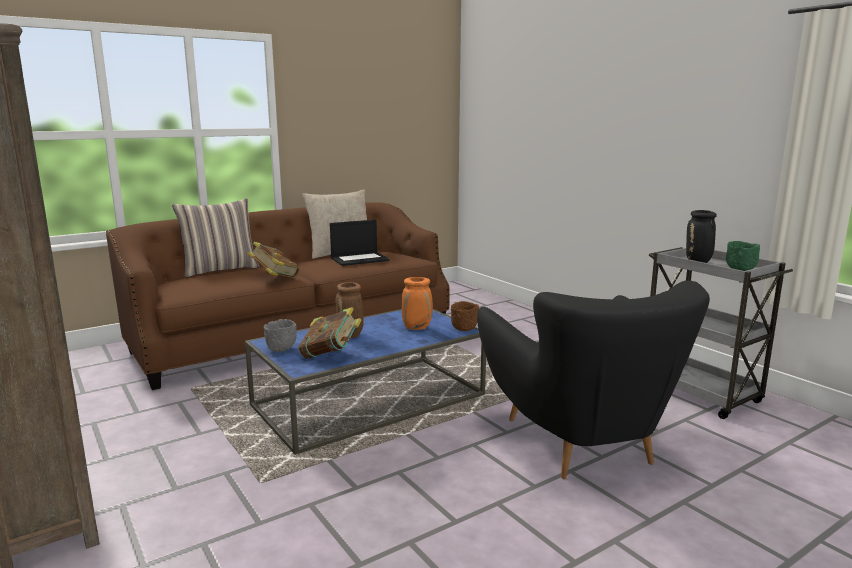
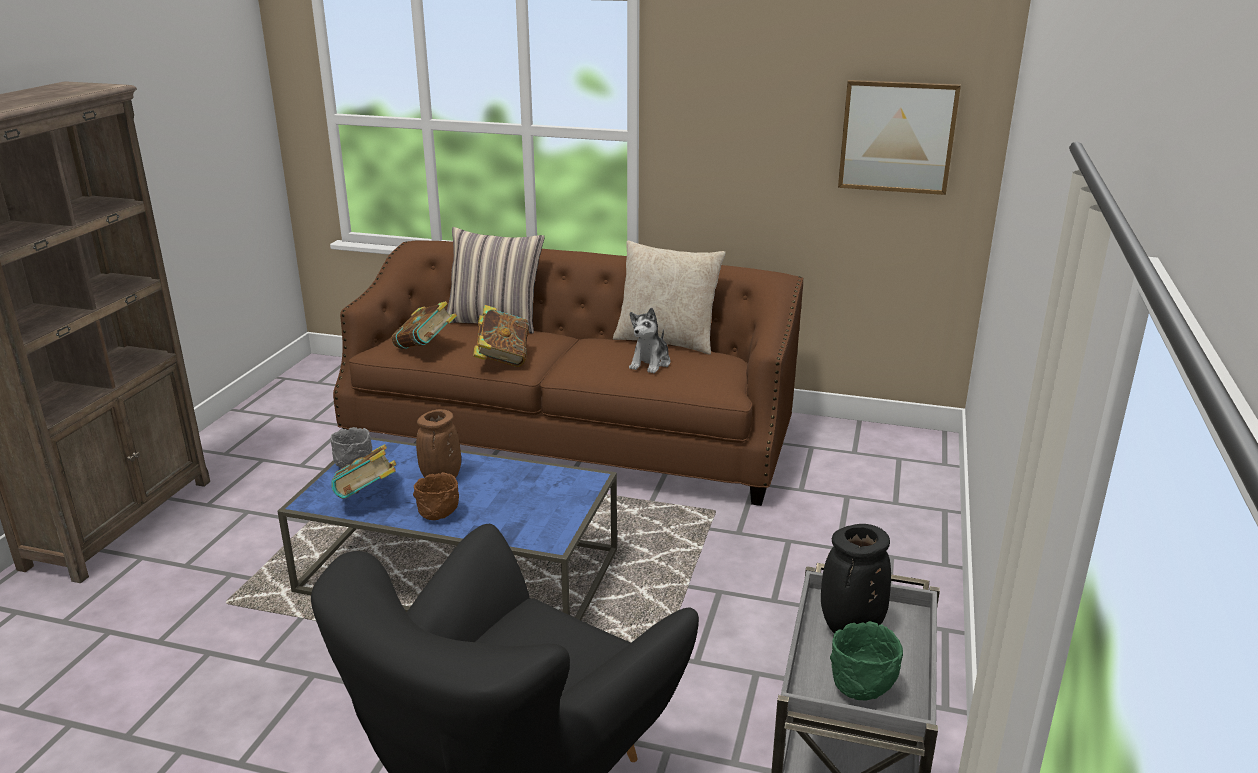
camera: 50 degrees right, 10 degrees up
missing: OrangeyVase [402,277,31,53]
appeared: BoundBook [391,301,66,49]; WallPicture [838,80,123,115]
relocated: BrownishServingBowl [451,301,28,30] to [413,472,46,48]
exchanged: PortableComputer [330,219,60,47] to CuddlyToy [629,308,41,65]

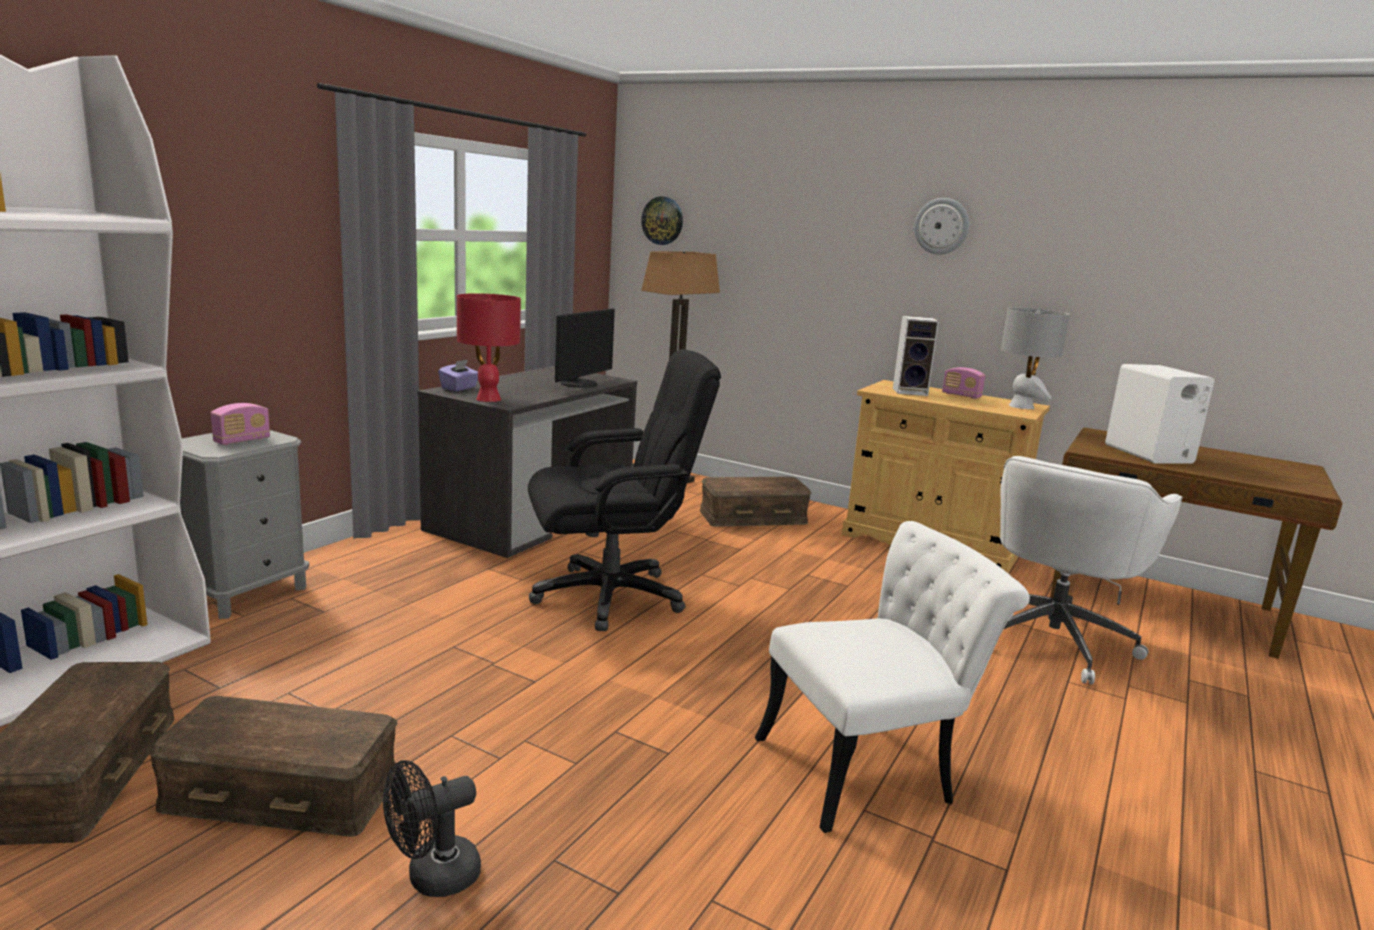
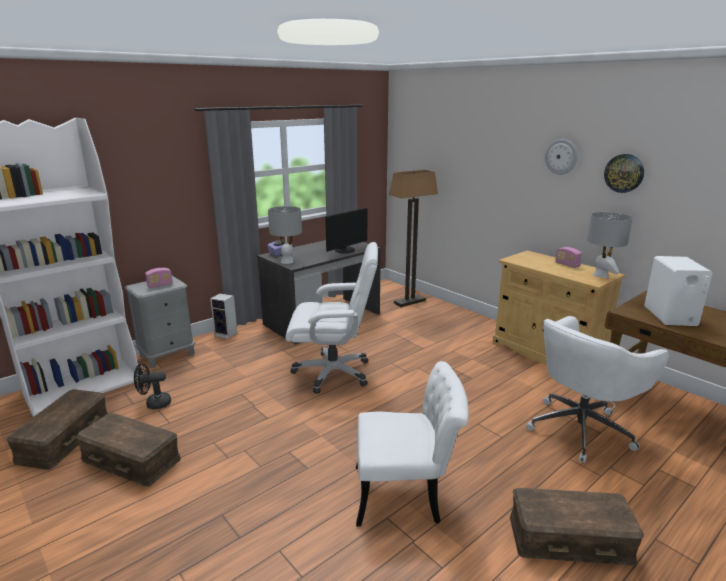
camera: 20 degrees right, 5 degrees up
relocated: BlackCoolingFan [383,760,98,137] to [134,363,37,47]; Loudspeaker [893,316,46,80] to [210,293,27,46]; BrownishStorageBox [700,477,111,50] to [510,488,134,78]; HangingClock [641,196,42,49] to [604,154,40,39]
colour: RedTableLamp [457,293,64,109] to GreyTableLamp [268,206,34,58]; BlackComputerChair [528,349,193,282] to WhitishComputerChair [286,242,92,152]

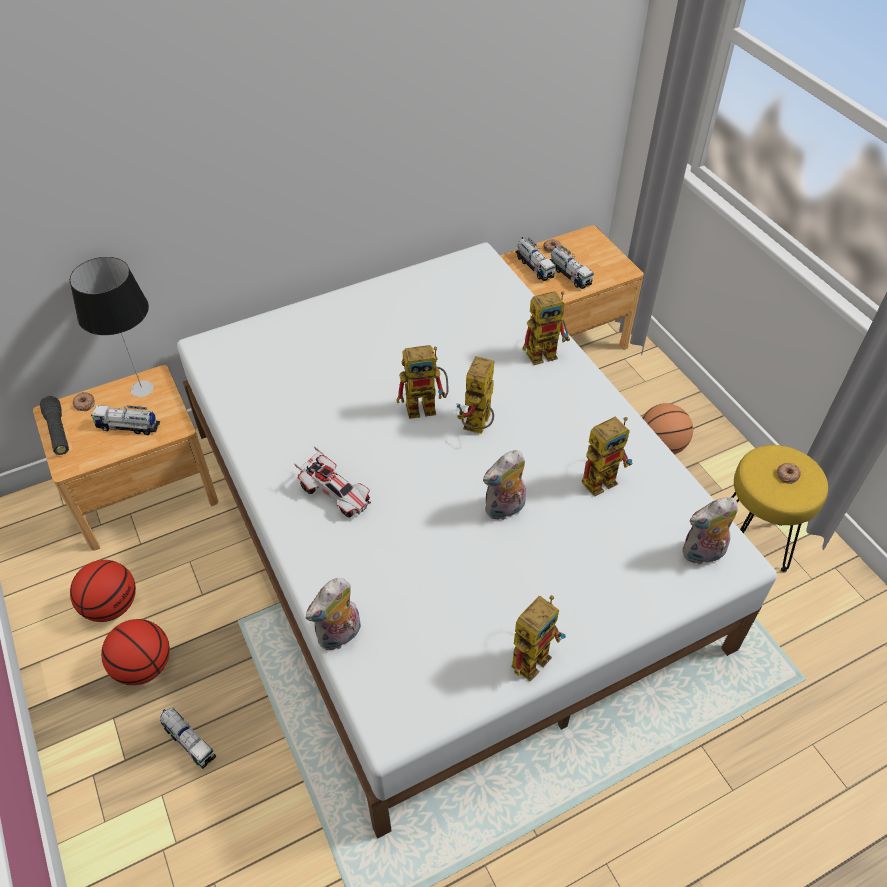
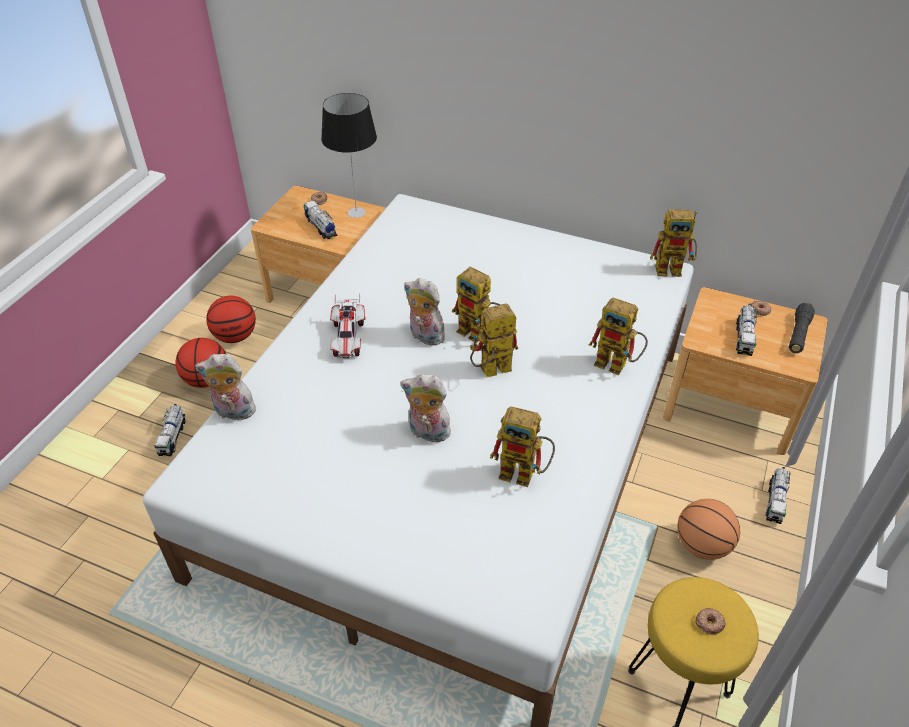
camera: 50 degrees right, 5 degrees down
relocated: CuddlyToy [682,497,56,67] to [404,278,41,68]; RobotFigure [511,595,55,87] to [650,210,48,67]; ToyTruck [515,236,41,45] to [765,467,26,57]; BlackTorch [40,396,29,59] to [789,303,26,50]

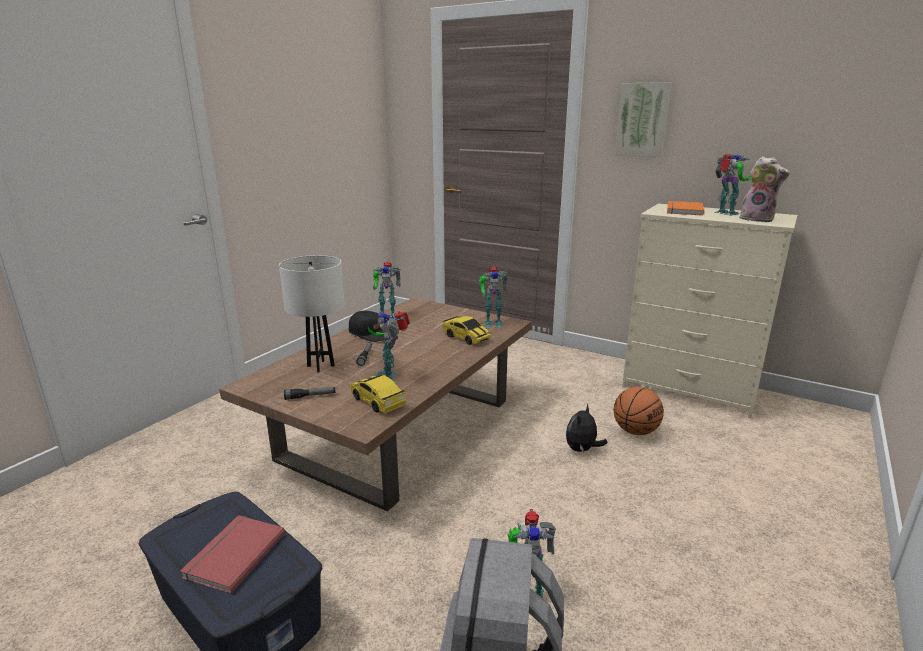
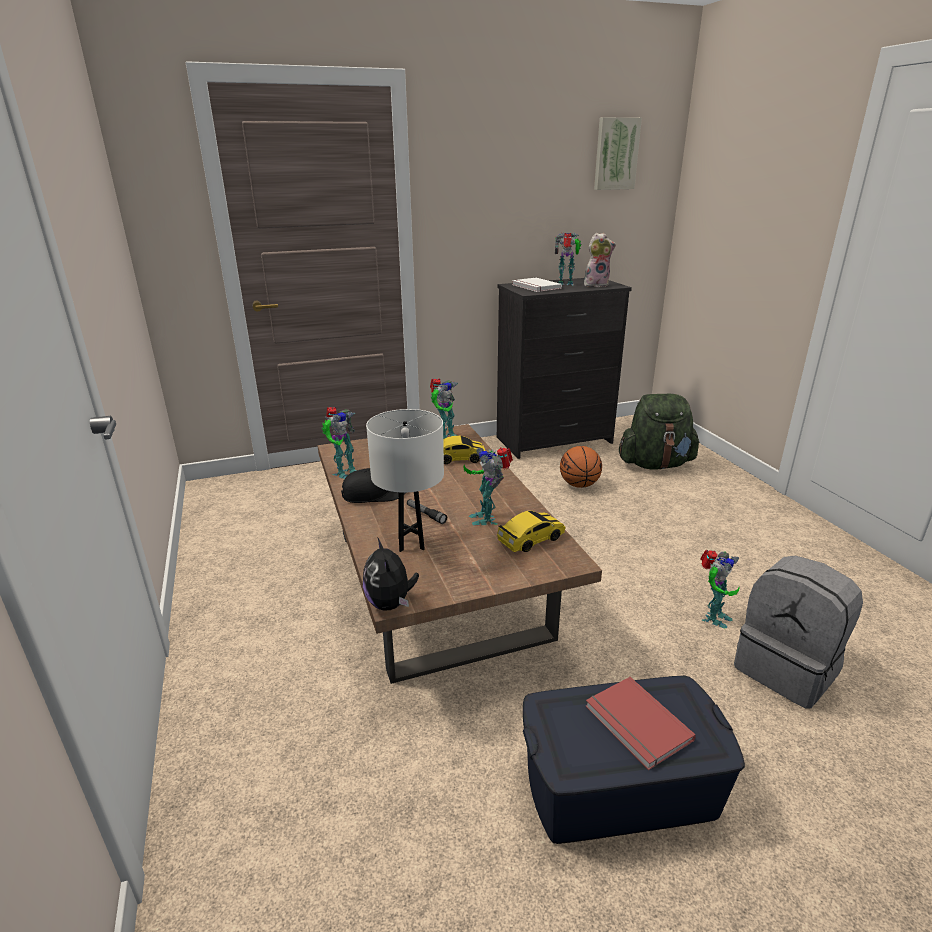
camera: 50 degrees left, 5 degrees up
missing: Torch [284,387,51,13]
appeared: GreenishKnapsack [619,394,81,76]
relocated: CuddlyToy [566,403,42,50] to [363,537,56,74]; WallPicture [615,82,57,75] to [594,117,48,73]
colour: BeigeColouredChestOfDrawers [622,204,175,214] to BlackChestOfDrawers [497,278,135,181]; OrangeyBoundBook [667,201,37,15] to WhitishBoundBook [512,278,50,14]
spun: RobotFigure [368,311,42,71] = [463,447,50,79] 45 degrees clockwise; ModelCar [350,374,56,39] = [497,510,68,43] 150 degrees clockwise

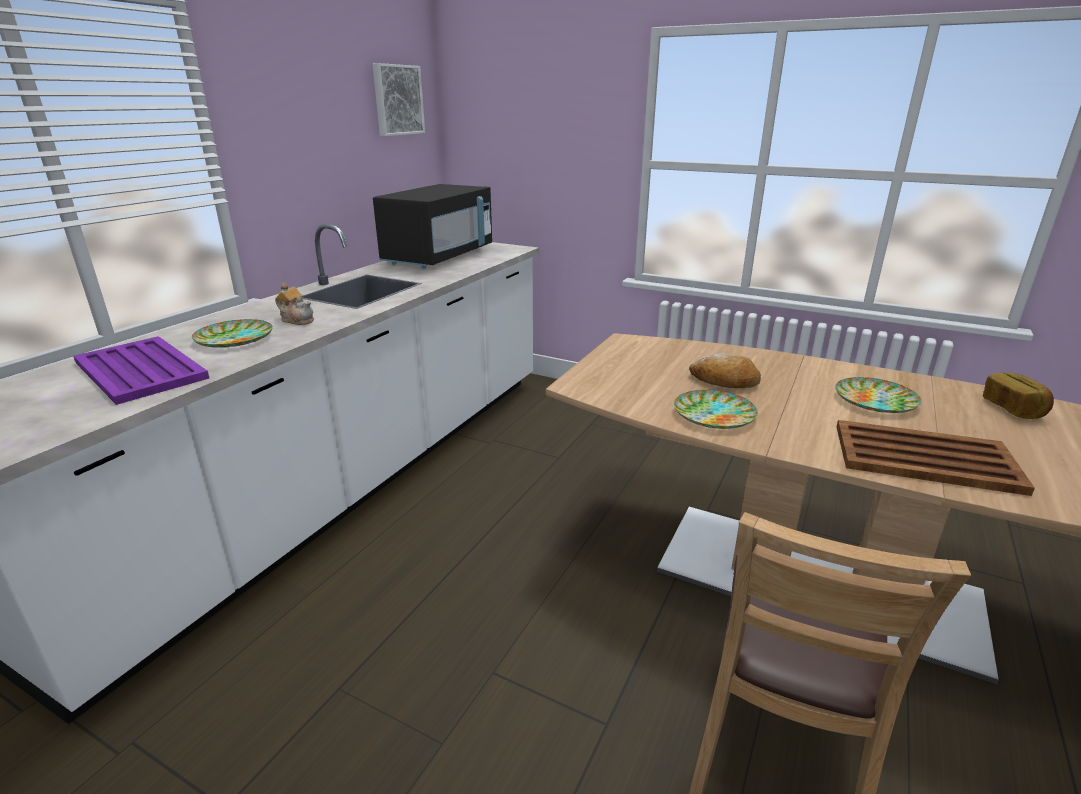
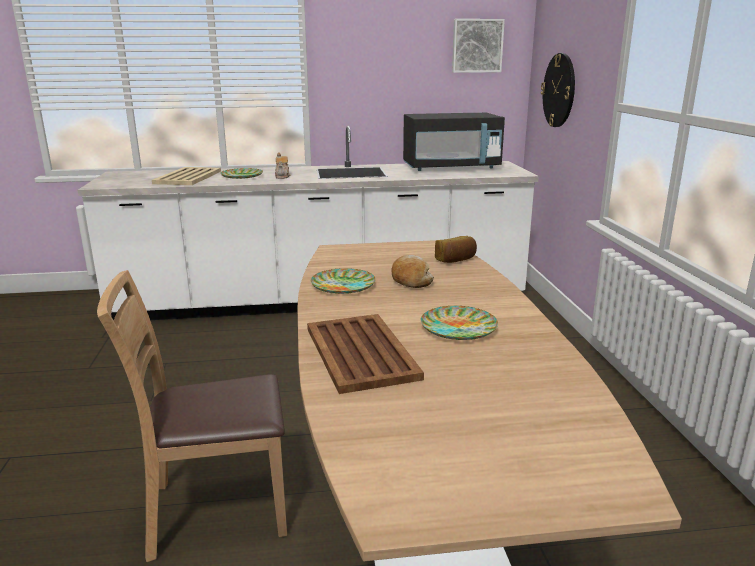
camera: 55 degrees right, 5 degrees down
appeared: HangingClock [541,53,34,74]
relocated: BakeryBread [983,372,71,47] to [435,236,42,27]
colour: PurpleCarryingTray [73,336,136,69] to BeigeColouredCarryingTray [152,167,69,18]

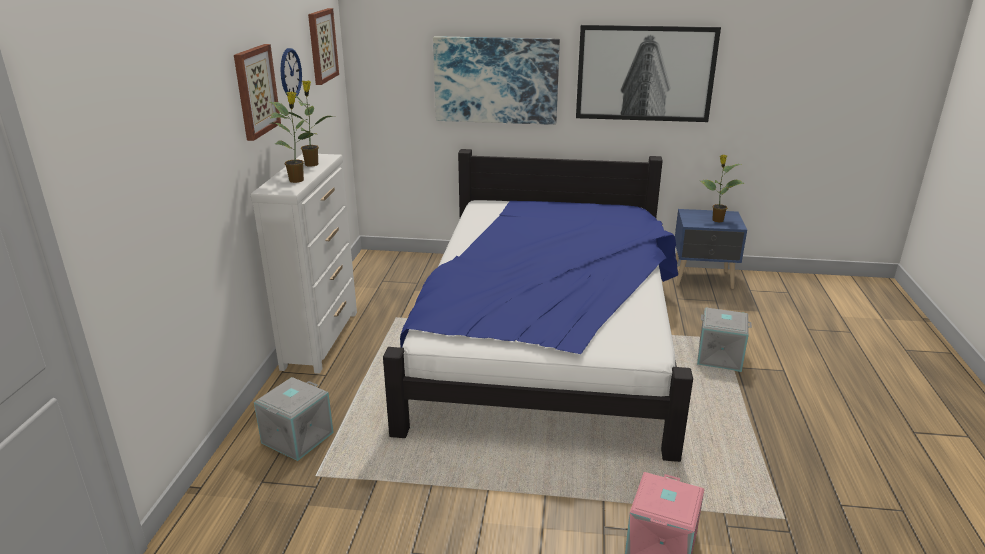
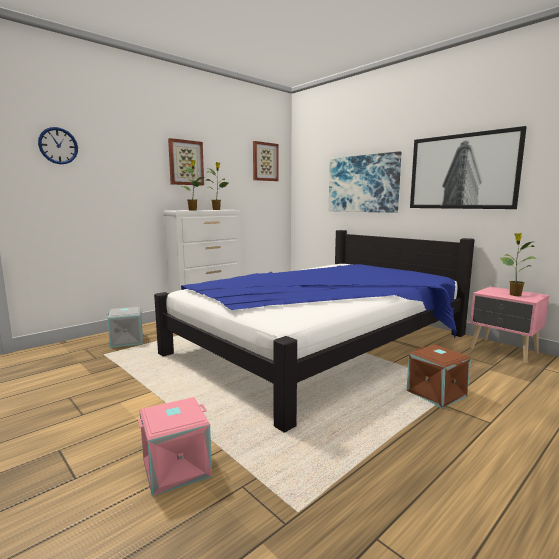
camera: 40 degrees right, 15 degrees down
relocated: HangingClock [280,48,22,50] to [38,127,40,37]
colour: GreyStorageBox [697,307,55,65] to BrownishStorageBox [407,345,64,63]; BlueNightTable [675,209,72,80] to PinkishNightTable [470,286,79,77]

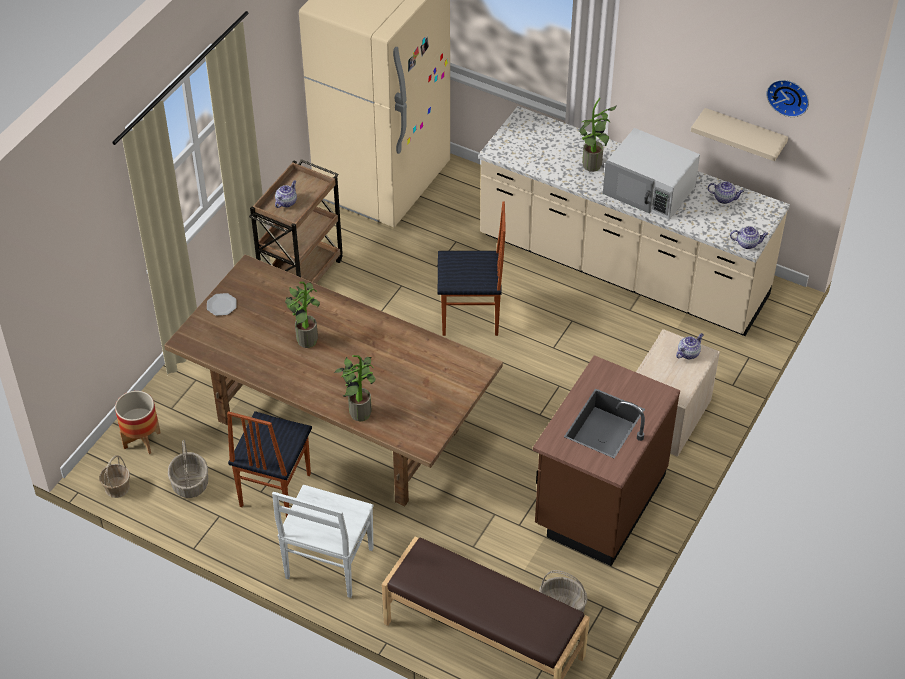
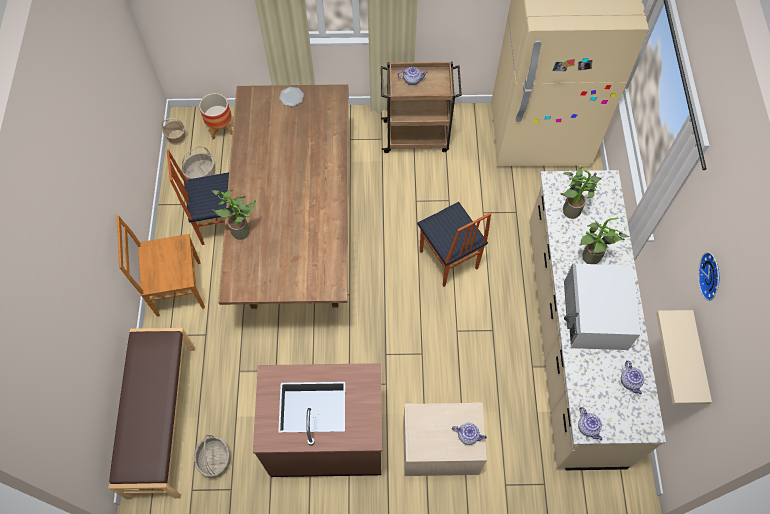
camera: 60 degrees right, 15 degrees up
relocated: PlantInAPot [285,281,35,67] to [560,167,41,52]; HangingClock [766,80,43,37] to [698,252,21,49]
colour: WhitishPlainChair [272,485,102,113] to BrownishPlainChair [117,215,88,102]

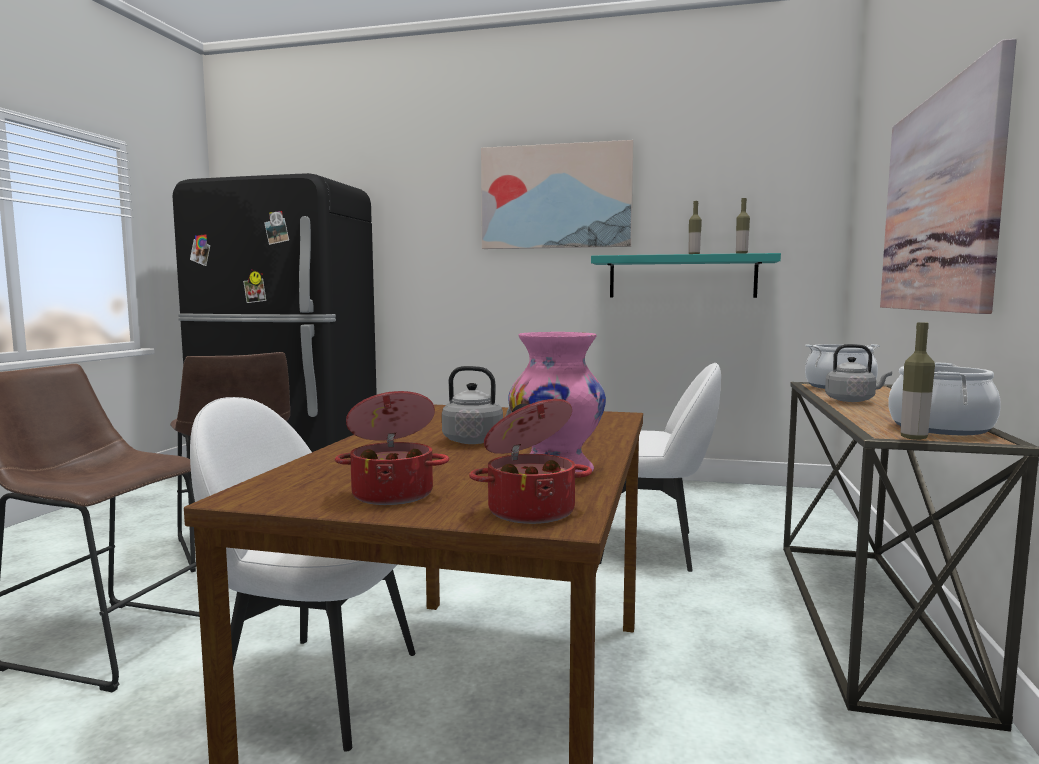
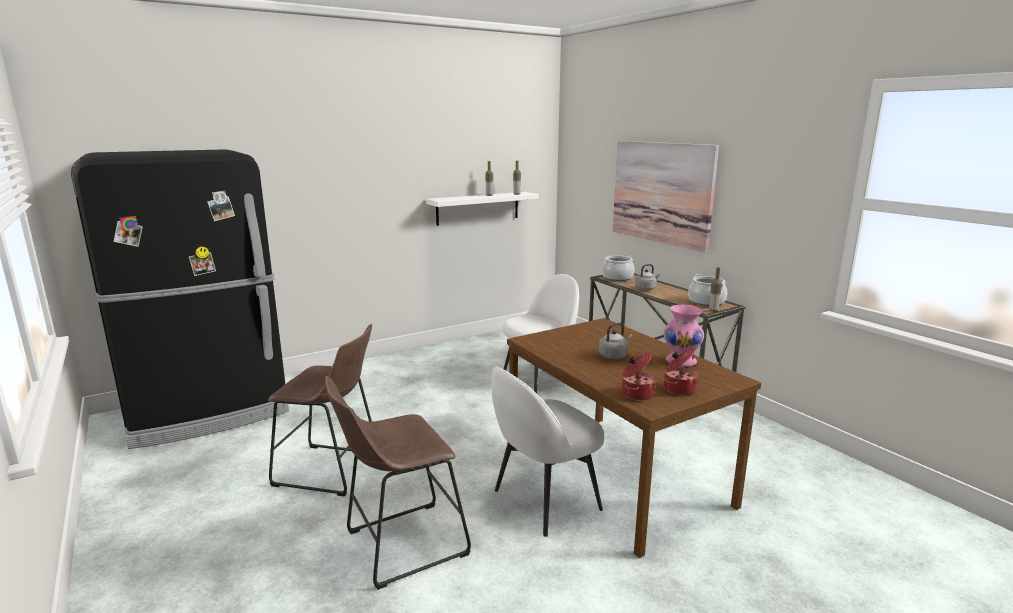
camera: 45 degrees left, 10 degrees up
missing: WallPicture [481,140,152,109]
relocated: Saucepot [469,399,123,125] to [622,353,34,48]
colour: TurquoiseColouredWallShelf [591,253,190,45] to WhitishWallShelf [426,192,113,34]

